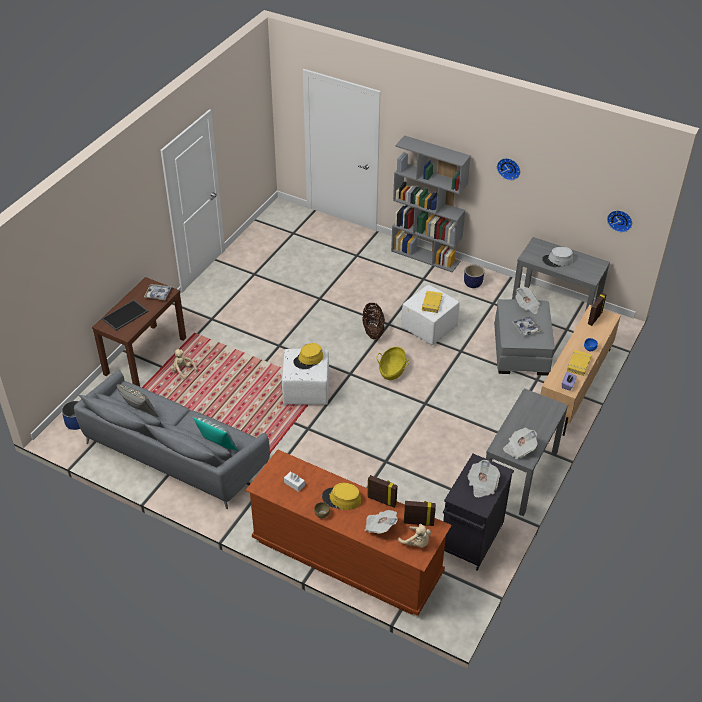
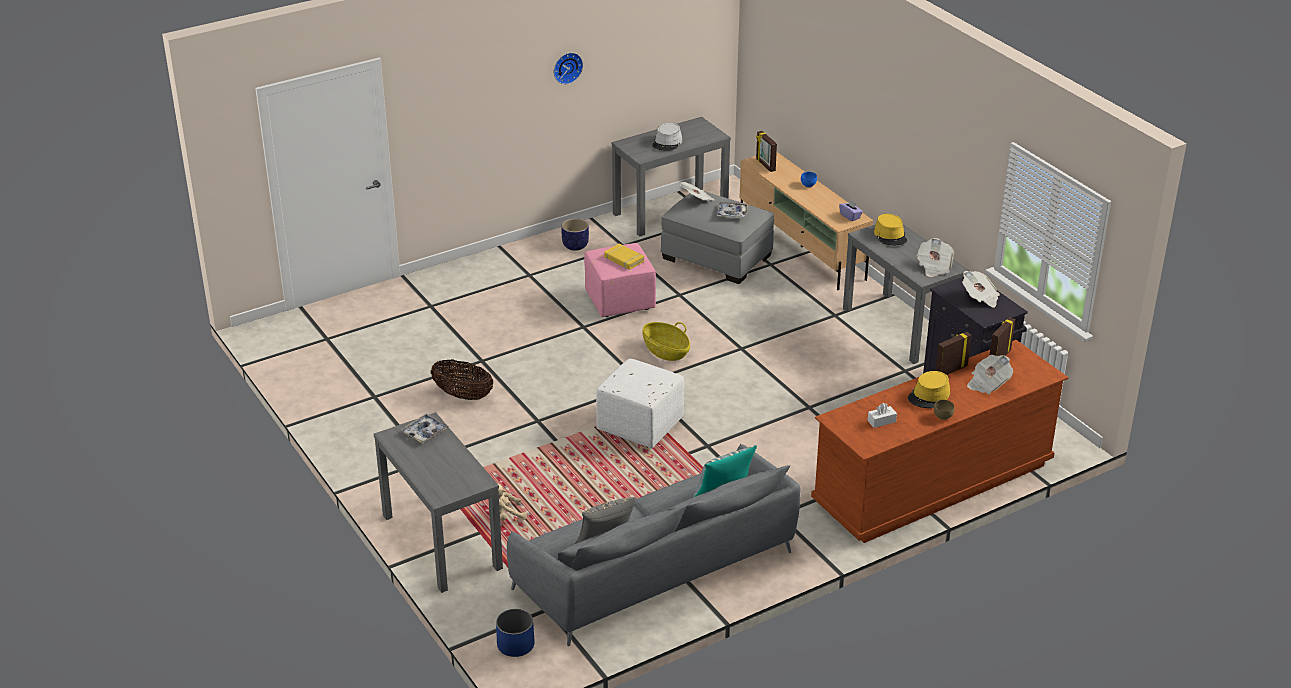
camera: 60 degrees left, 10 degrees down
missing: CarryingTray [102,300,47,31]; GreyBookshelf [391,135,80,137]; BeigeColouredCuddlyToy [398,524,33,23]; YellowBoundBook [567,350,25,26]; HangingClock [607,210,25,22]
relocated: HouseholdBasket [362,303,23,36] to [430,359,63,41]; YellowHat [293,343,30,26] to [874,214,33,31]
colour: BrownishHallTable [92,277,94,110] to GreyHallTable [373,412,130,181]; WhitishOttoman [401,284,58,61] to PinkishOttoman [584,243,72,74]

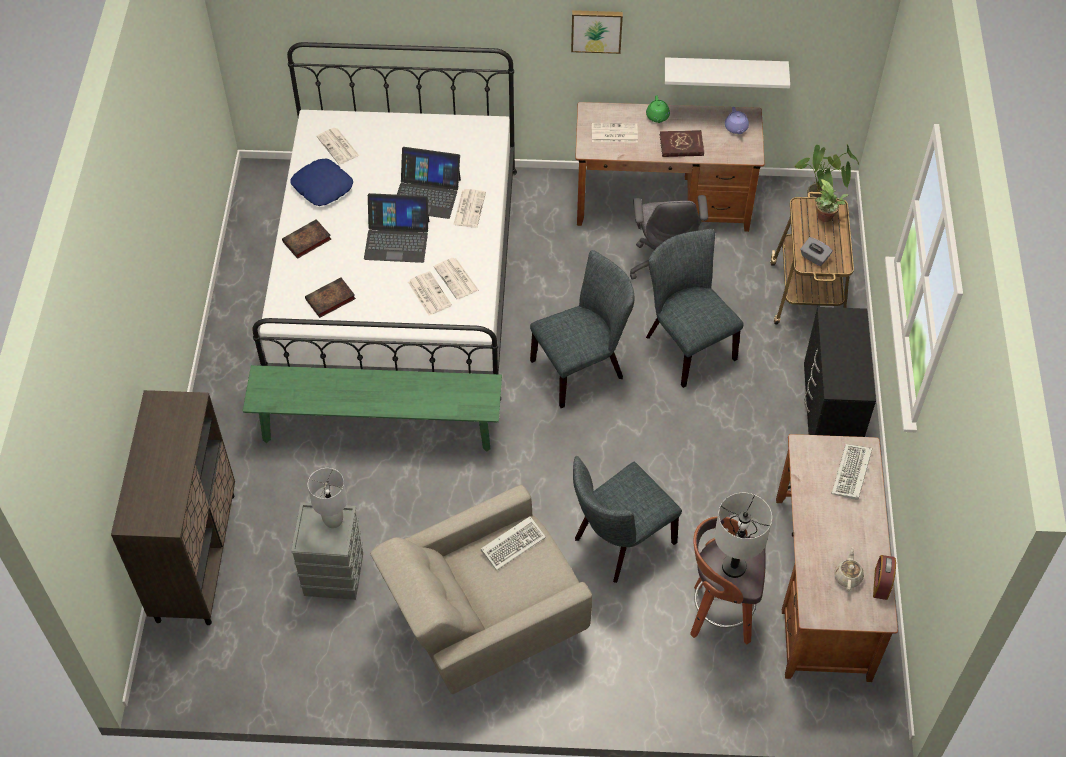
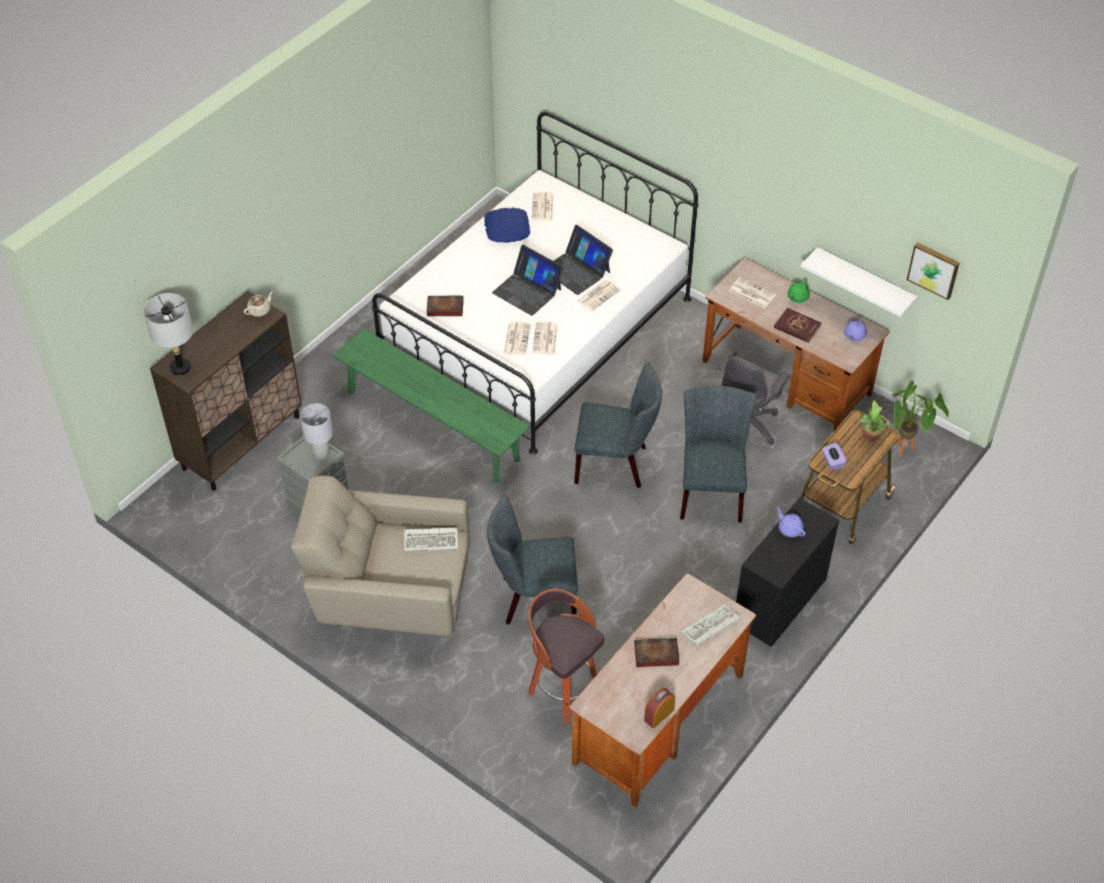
camera: 35 degrees right, 5 degrees down
appeared: PurpleTeaPot [777,507,29,30]
relocated: GreyTableLamp [715,493,57,85] to [144,293,49,82]; BeigeColouredTeaPot [834,547,30,44] to [244,291,29,26]; BoundBook [282,219,49,40] to [634,638,45,29]; WallPicture [571,10,52,44] to [907,242,52,58]
colour: GreyTissueBox [800,237,33,29] to PurpleTissueBox [822,442,25,29]

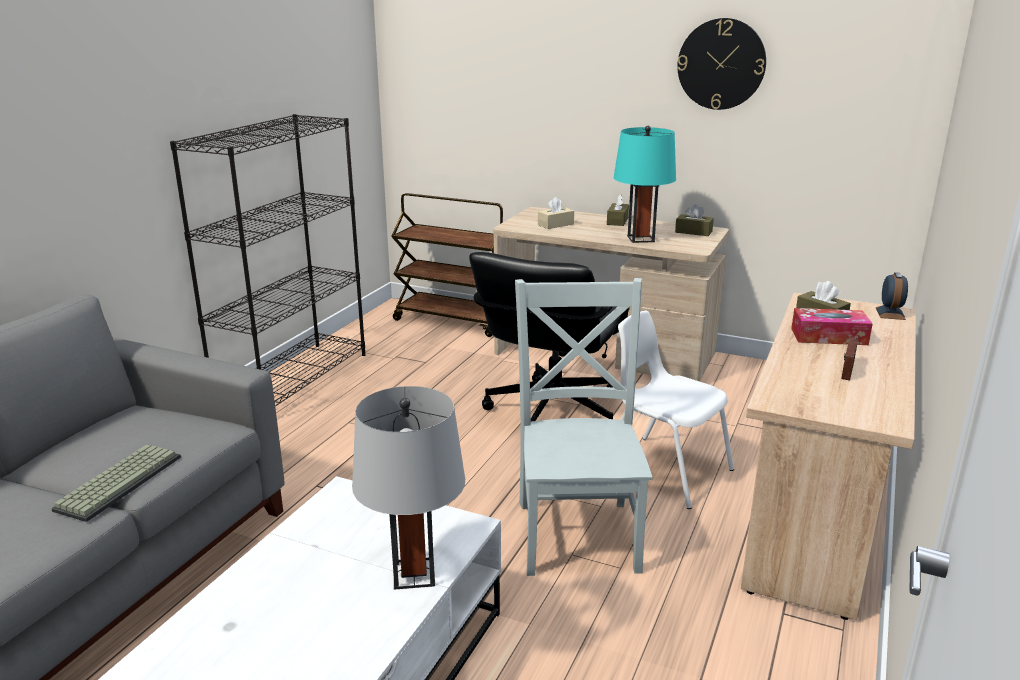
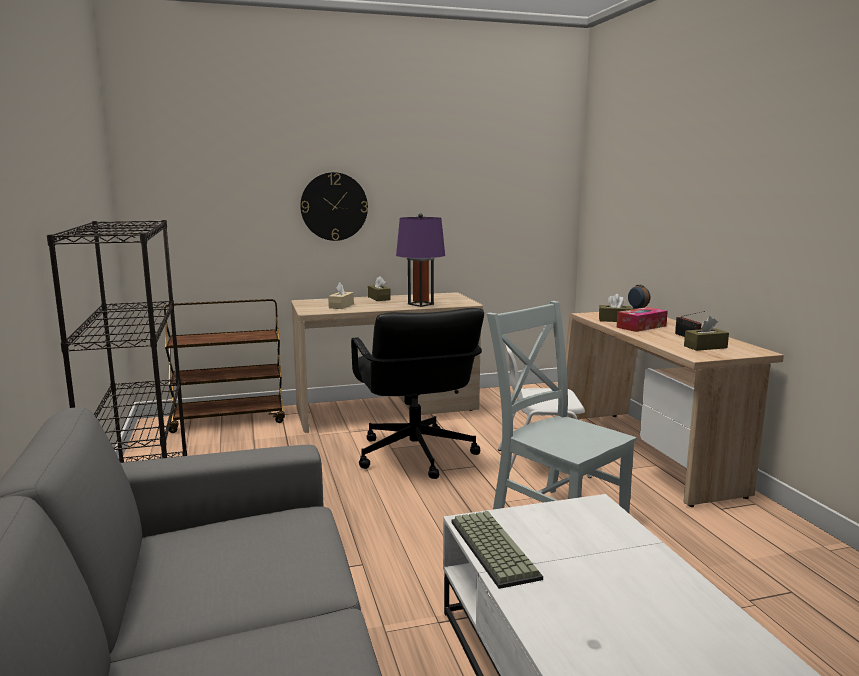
camera: 40 degrees left, 10 degrees down
missing: GreyTableLamp [352,386,113,204]
relocated: HangingClock [677,18,89,92] to [300,172,68,69]; Keyboard [51,444,130,78] to [451,511,92,78]; BrownishTissueBox [675,204,39,32] to [684,316,45,35]
colour: TurquoiseColouredTableLamp [613,126,63,117] to PurpleTableLamp [396,213,49,94]

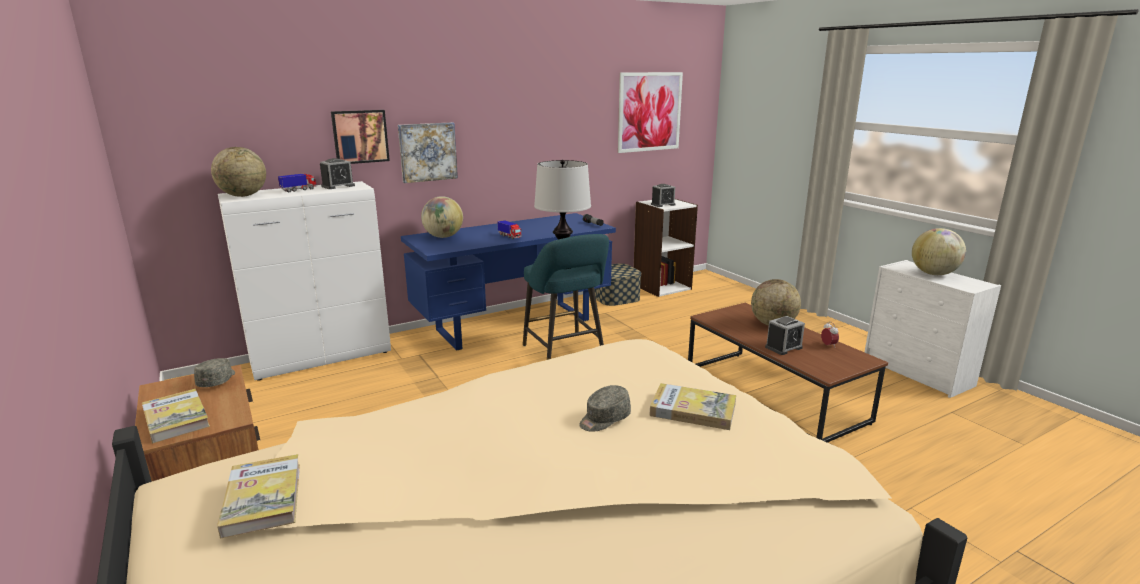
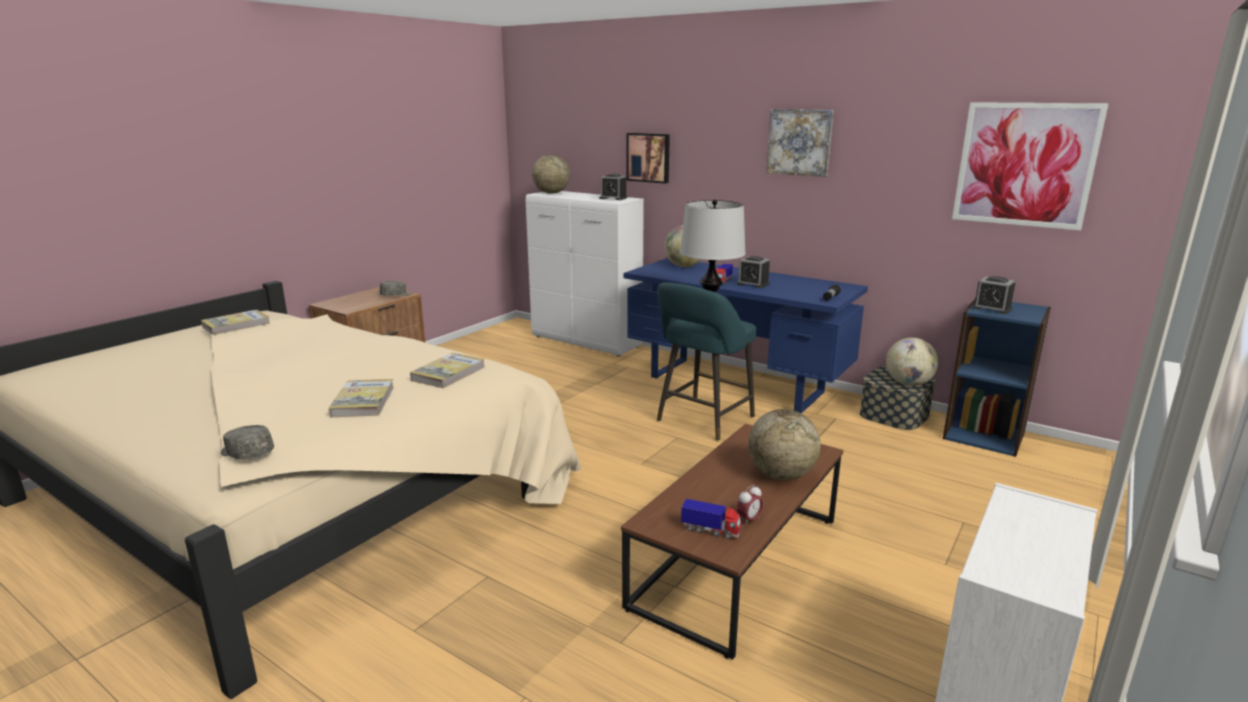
camera: 65 degrees right, 0 degrees up
relocated: GreyPeakedCap [579,385,52,47] to [221,425,53,35]; BoundBook [142,389,68,54] to [410,353,75,35]; ToyTruck [278,173,39,19] to [681,499,60,40]; BedsideClock [765,316,40,39] to [737,256,33,32]; WallPicture [398,122,60,61] to [766,109,68,68]; DeskGlobe [912,228,54,47] to [886,337,52,49]
colour: WhitishBookshelf [634,199,64,98] to BlueBookshelf [943,298,108,159]

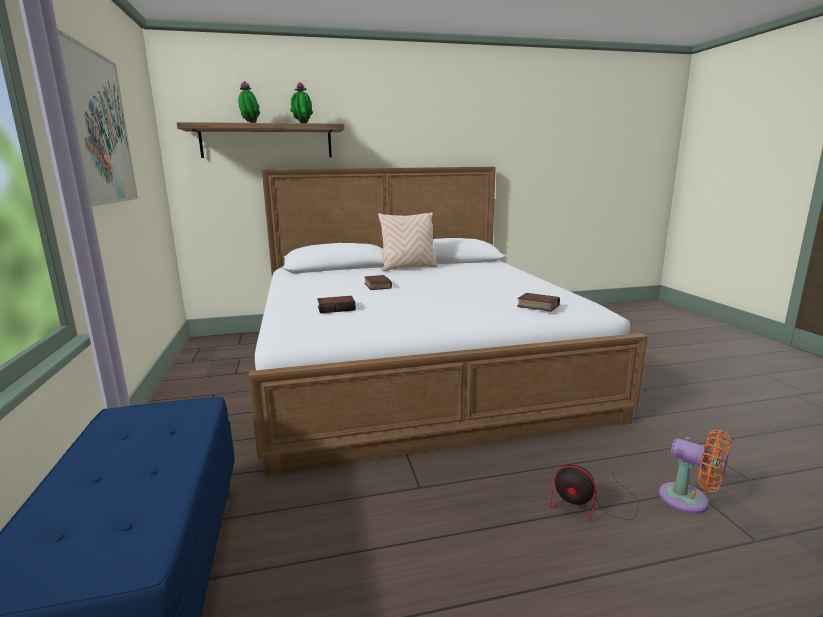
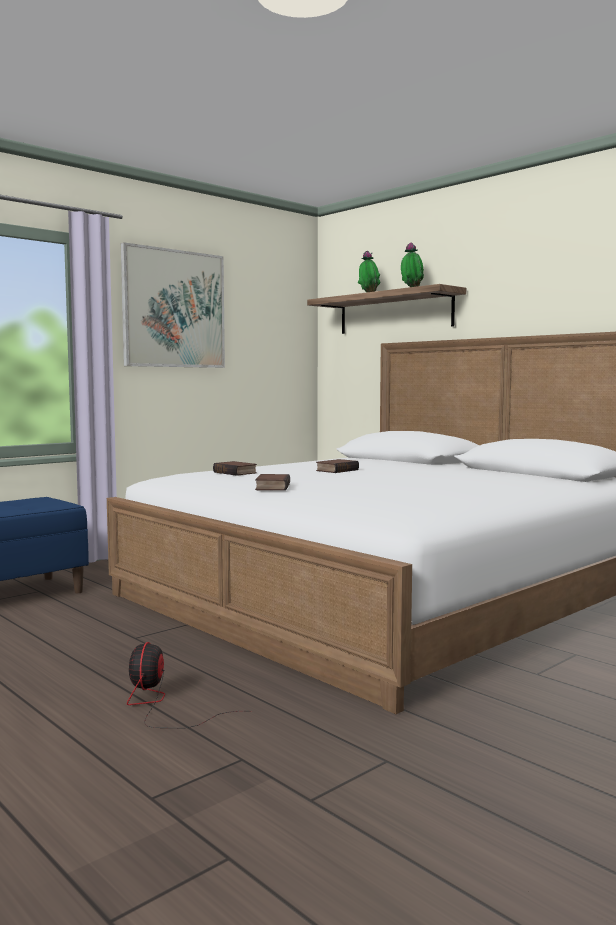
camera: 60 degrees right, 10 degrees down
missing: BeigeColouredPillow [378,212,60,59]; OrangeyCoolingFan [659,430,71,84]
relocated: BoundBook [517,293,43,19] to [255,474,35,17]

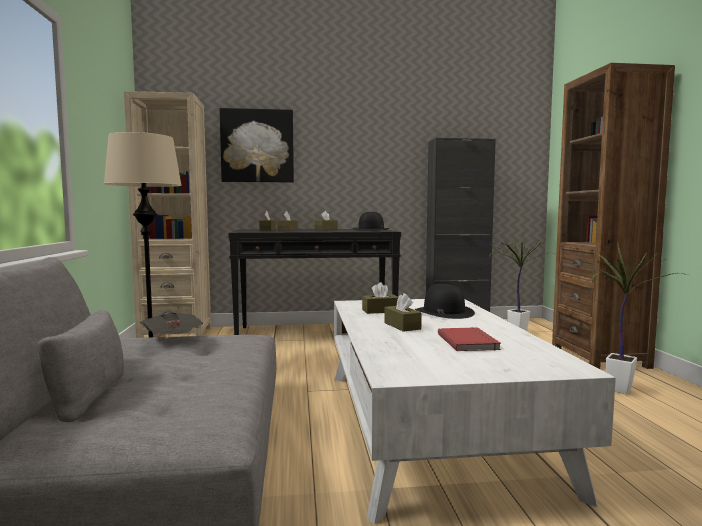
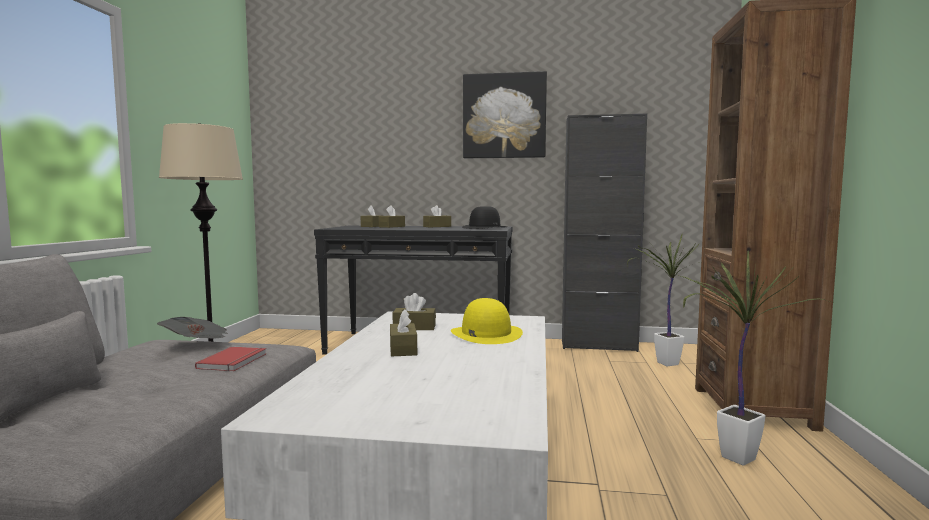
camera: 15 degrees right, 0 degrees up
missing: BeigeColouredBookshelf [124,91,87,247]
relocated: RedBoundBook [438,327,63,24] to [195,347,71,24]; WallPicture [219,108,75,75] to [463,71,84,87]
colour: BlackHat [415,284,60,35] to YellowHat [451,298,72,46]

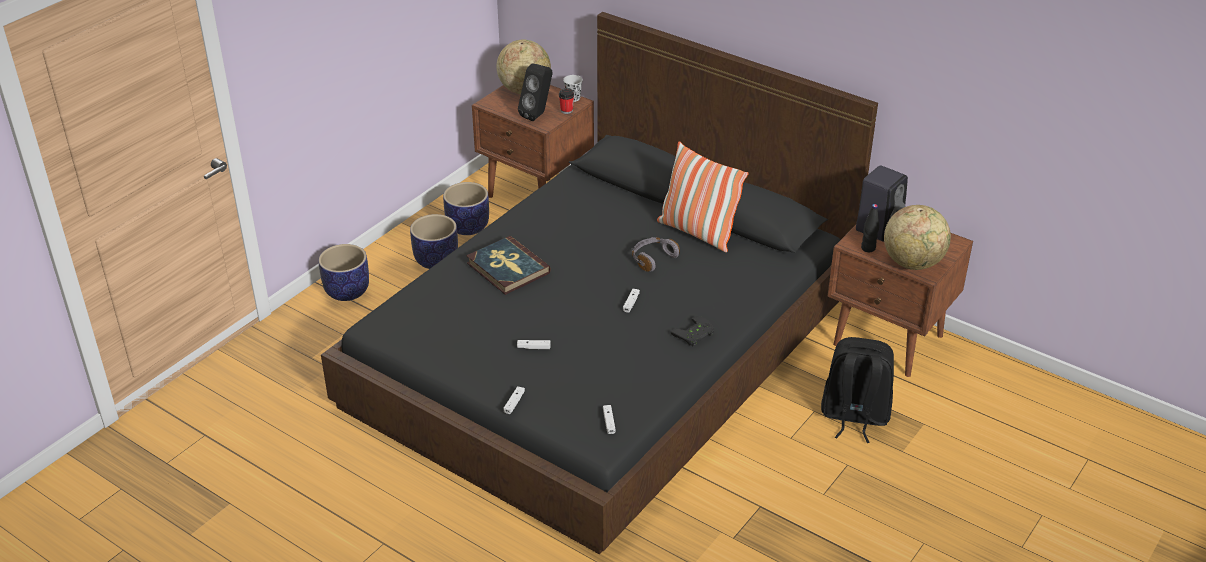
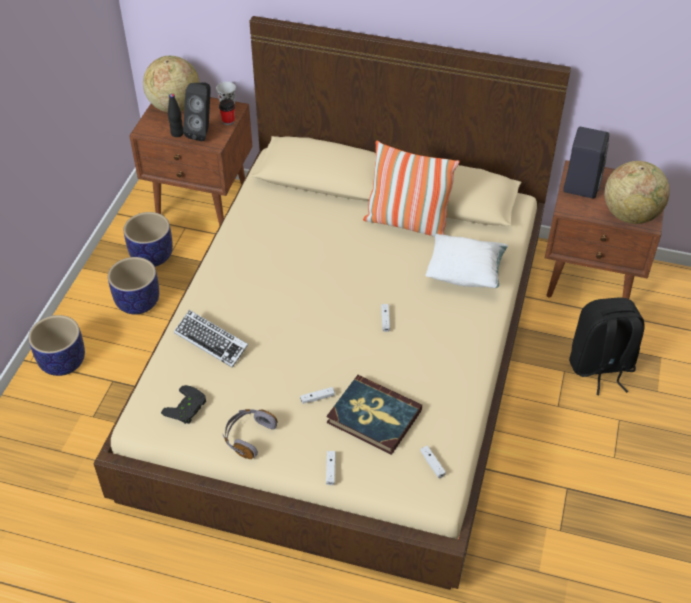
camera: 20 degrees left, 10 degrees up
appeared: Keyboard [174,310,74,58]; WhitishPillow [425,234,83,54]
relocated: BlackJoypad [670,316,44,30] to [161,385,45,39]; BlackBottle [861,204,18,48] to [168,94,15,43]; GreyPairOfHeadphones [632,237,48,35] to [222,409,55,50]; BoundBook [466,236,85,59] to [326,375,96,80]
colour: BlackBedroomBed [321,12,557,542] to BeigeColouredBedroomBed [93,16,478,574]

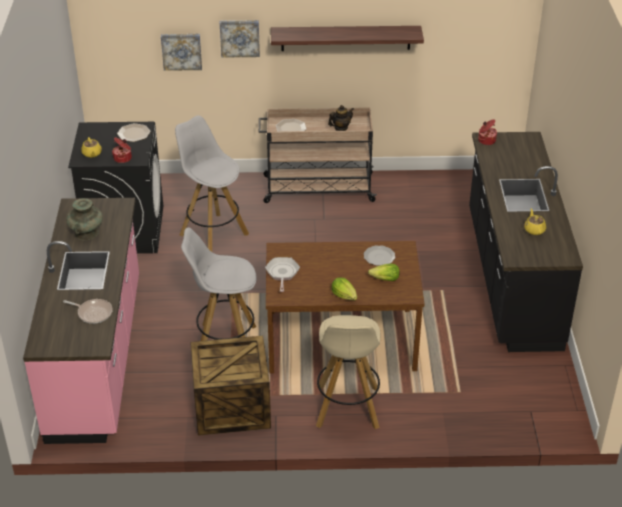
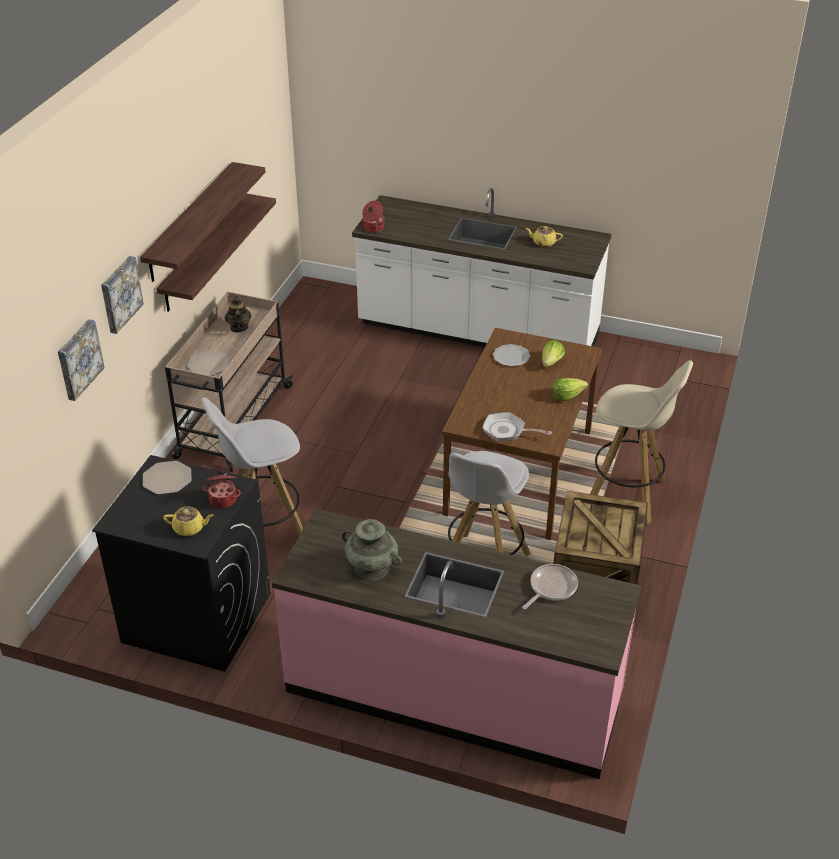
camera: 70 degrees left, 0 degrees up
appeared: WallShelf [156,193,120,119]
colour: BlackKitchenBaseUnit [469,132,114,220] to WhitishKitchenBaseUnit [352,188,259,159]

